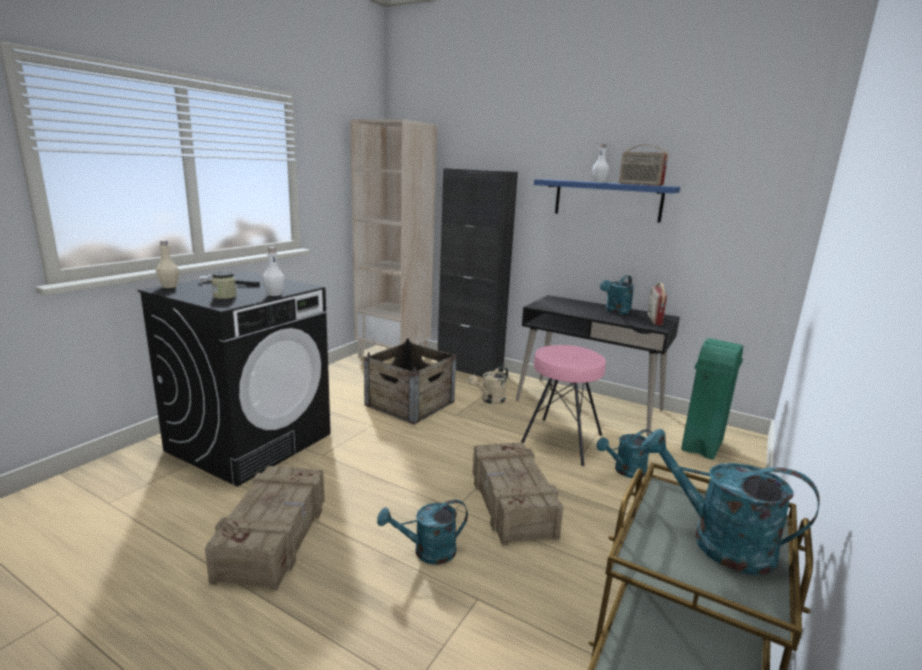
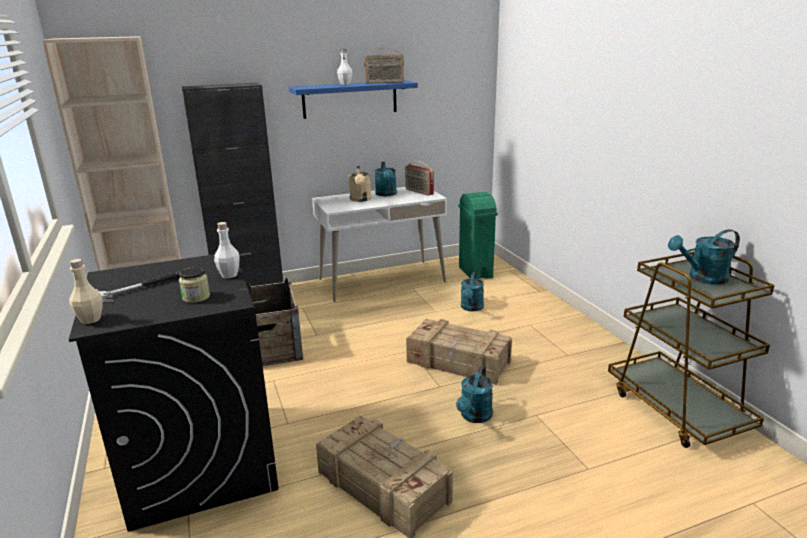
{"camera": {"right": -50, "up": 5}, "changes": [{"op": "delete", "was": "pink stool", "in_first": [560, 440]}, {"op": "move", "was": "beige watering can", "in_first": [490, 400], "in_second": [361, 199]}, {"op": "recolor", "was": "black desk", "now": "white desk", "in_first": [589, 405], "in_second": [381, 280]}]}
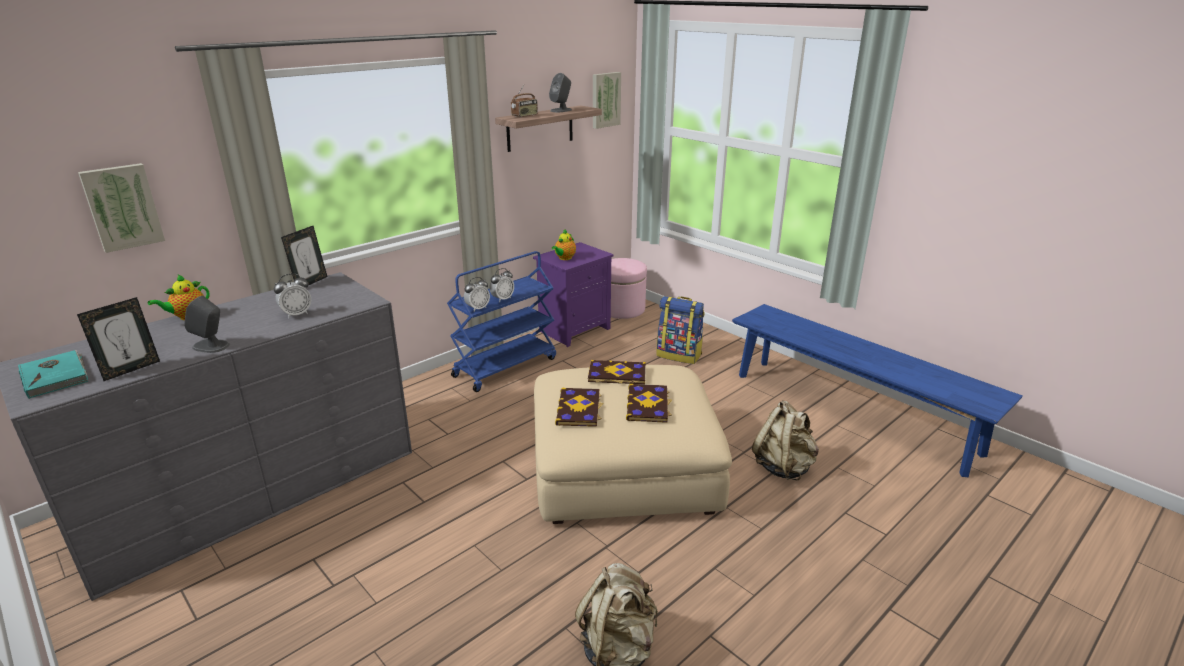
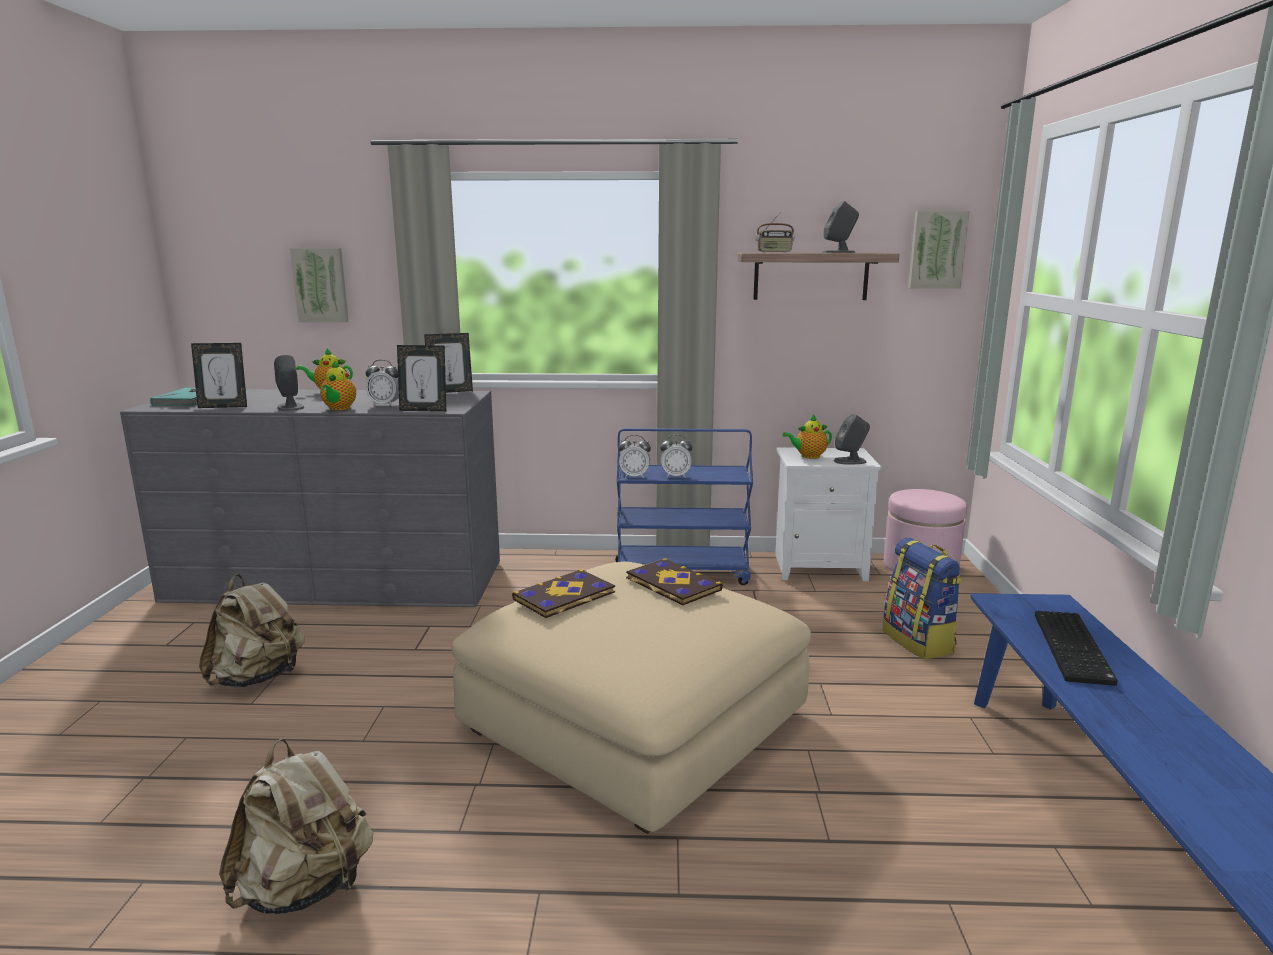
{"camera": {"right": 45, "up": -10}, "changes": [{"op": "delete", "was": "book", "in_first": [648, 405]}, {"op": "insert", "now": "teapot", "in_second": [339, 408]}, {"op": "insert", "now": "picture frame", "in_second": [424, 410]}, {"op": "insert", "now": "grey speaker", "in_second": [850, 461]}, {"op": "insert", "now": "keyboard", "in_second": [1075, 649]}, {"op": "move", "was": "beige backpack", "in_first": [783, 467], "in_second": [258, 678]}, {"op": "recolor", "was": "purple nightstand", "now": "white nightstand", "in_first": [574, 329], "in_second": [820, 567]}]}
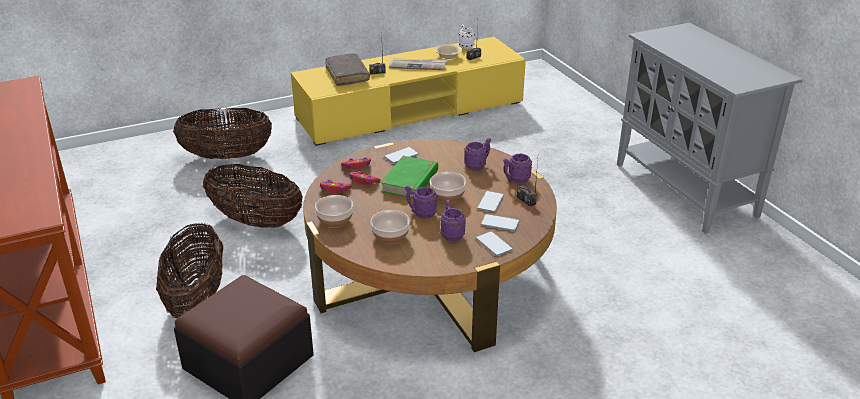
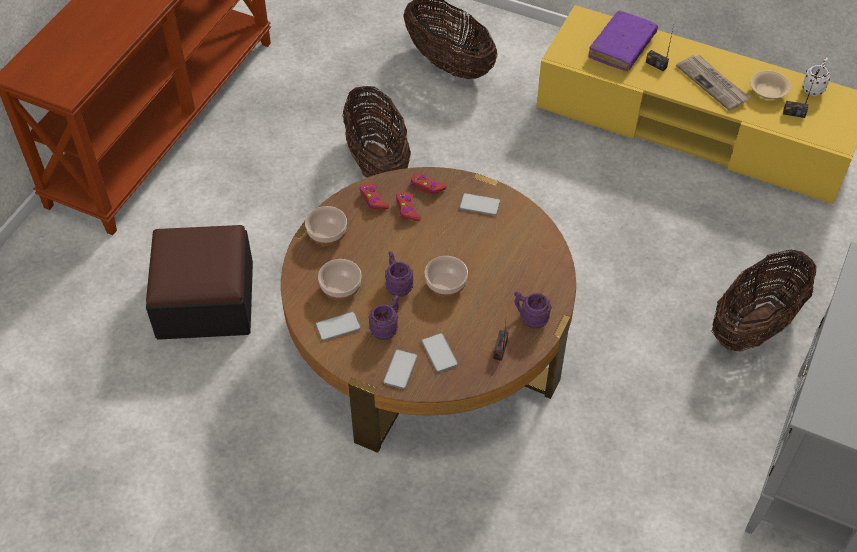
{"camera": {"right": 50, "up": 20}, "changes": [{"op": "delete", "was": "green book", "in_first": [410, 181]}, {"op": "delete", "was": "purple mug", "in_first": [478, 165]}, {"op": "move", "was": "basket", "in_first": [197, 299], "in_second": [755, 324]}, {"op": "move", "was": "phone", "in_first": [490, 202], "in_second": [338, 326]}, {"op": "recolor", "was": "brown book", "now": "purple book", "in_first": [347, 75], "in_second": [622, 47]}]}
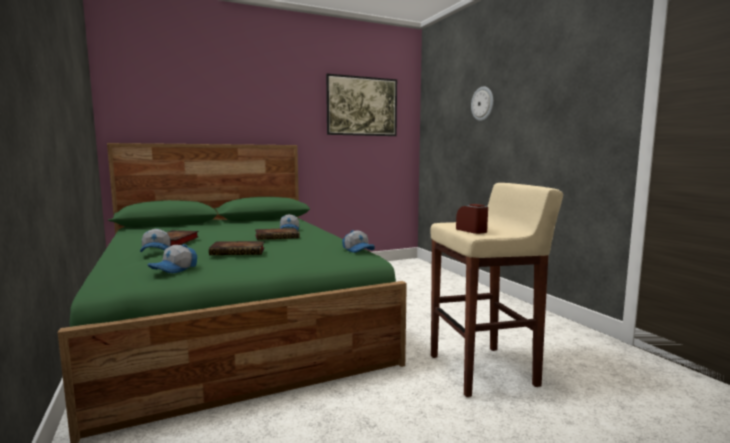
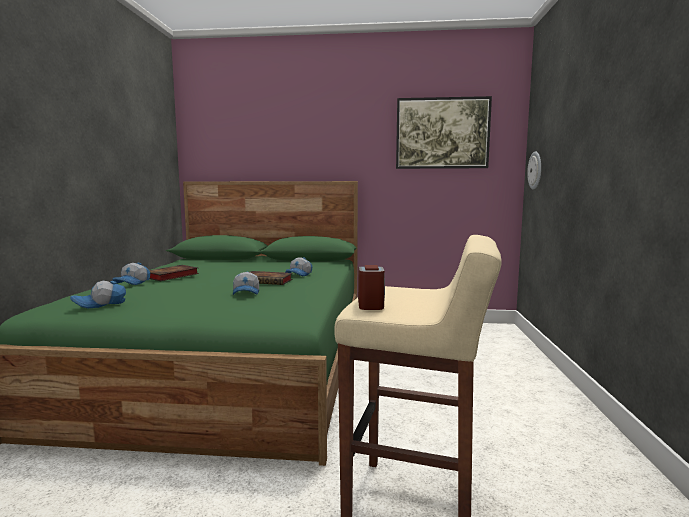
{"camera": {"right": 30, "up": 0}, "changes": [{"op": "delete", "was": "book", "in_first": [239, 252]}, {"op": "move", "was": "cap", "in_first": [358, 250], "in_second": [247, 293]}, {"op": "move", "was": "wall clock", "in_first": [482, 104], "in_second": [535, 170]}]}
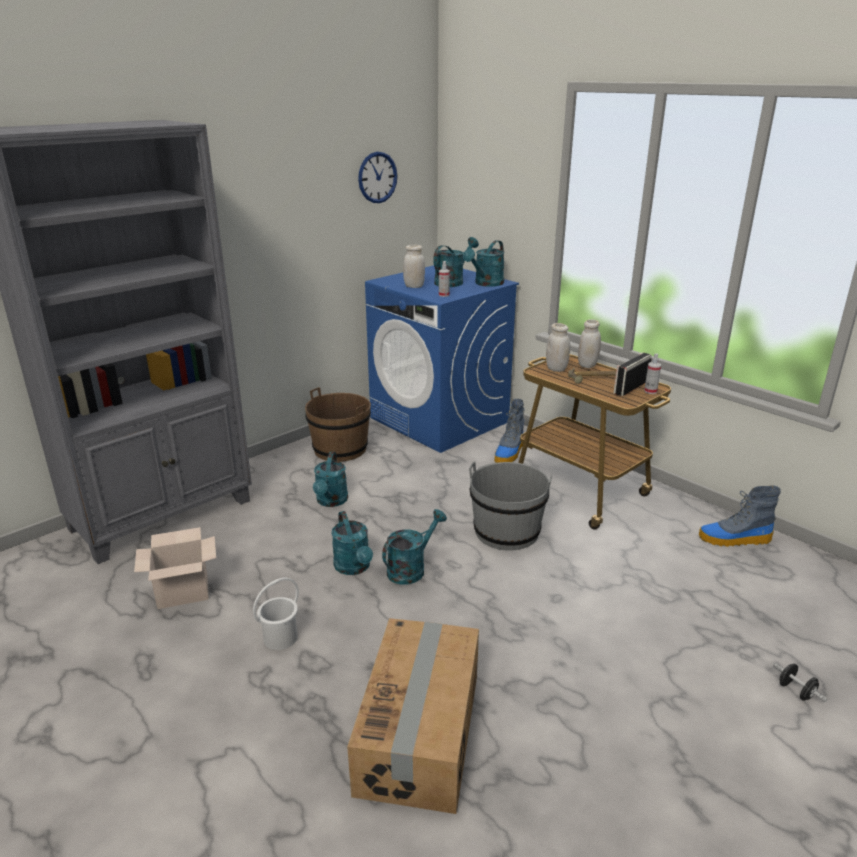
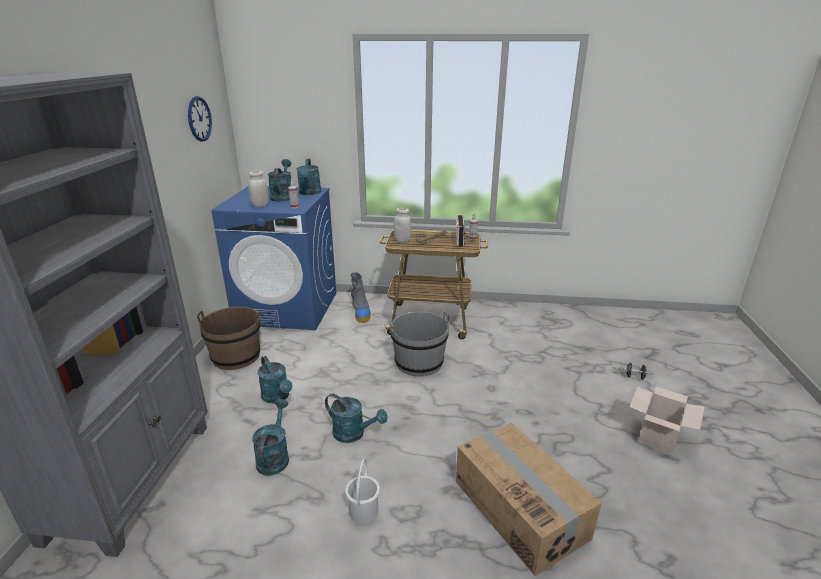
{"camera": {"right": -40, "up": 0}, "changes": [{"op": "delete", "was": "white jar", "in_first": [587, 365]}, {"op": "delete", "was": "boot", "in_first": [734, 539]}, {"op": "move", "was": "cardboard box", "in_first": [184, 591], "in_second": [657, 436]}, {"op": "move", "was": "turquoise watering can", "in_first": [411, 568], "in_second": [274, 456]}]}
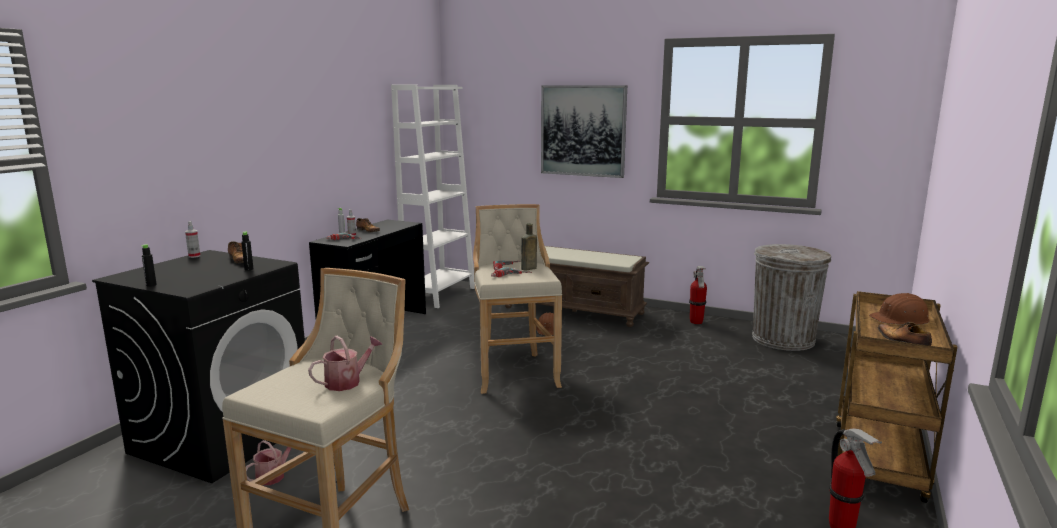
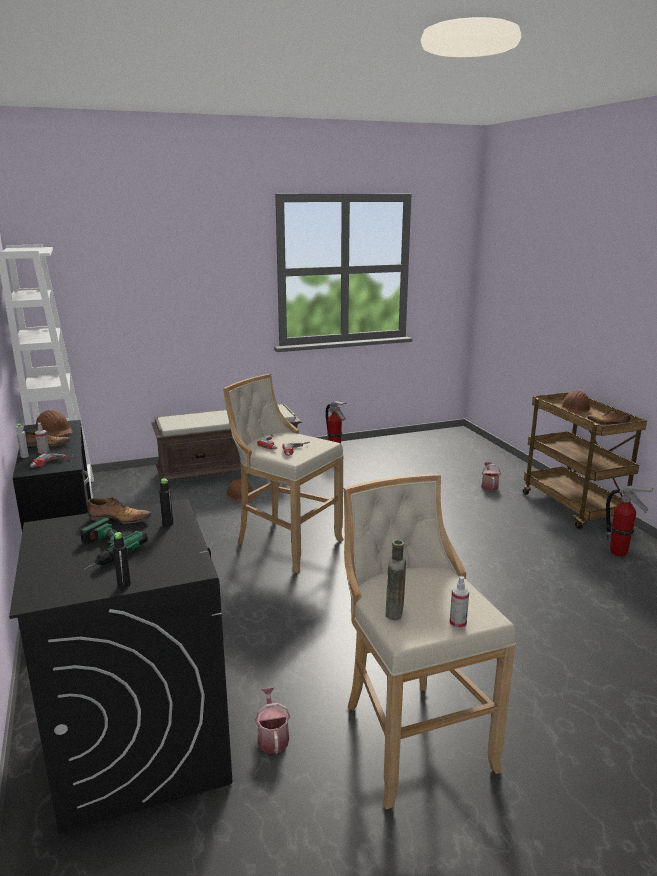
{"camera": {"right": -45, "up": 5}, "changes": [{"op": "delete", "was": "picture", "in_first": [583, 131]}, {"op": "delete", "was": "grey trash can", "in_first": [783, 339]}, {"op": "insert", "now": "brown hard hat", "in_second": [54, 431]}, {"op": "insert", "now": "power drill", "in_second": [99, 552]}, {"op": "move", "was": "spray bottle", "in_first": [194, 256], "in_second": [457, 623]}, {"op": "move", "was": "watering can", "in_first": [347, 382], "in_second": [489, 486]}, {"op": "move", "was": "brown bottle", "in_first": [527, 268], "in_second": [394, 613]}]}
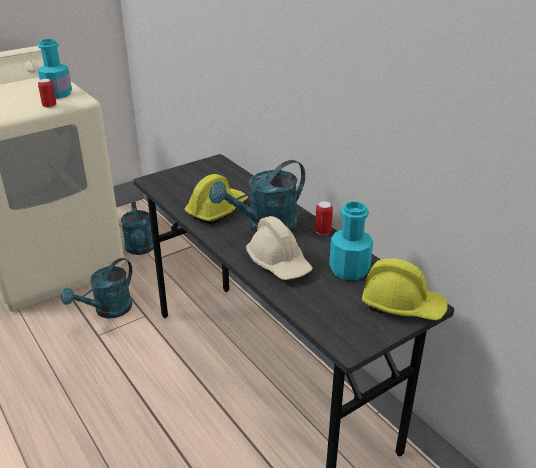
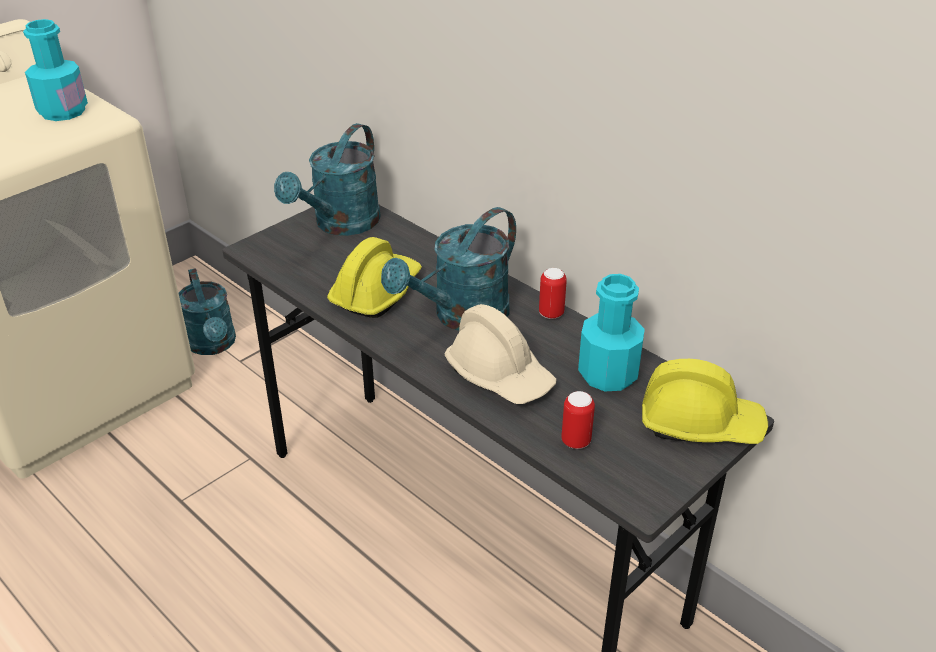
{"camera": {"right": -10, "up": 5}, "changes": [{"op": "move", "was": "can", "in_first": [49, 106], "in_second": [576, 441]}, {"op": "move", "was": "turquoise watering can", "in_first": [108, 311], "in_second": [340, 225]}]}
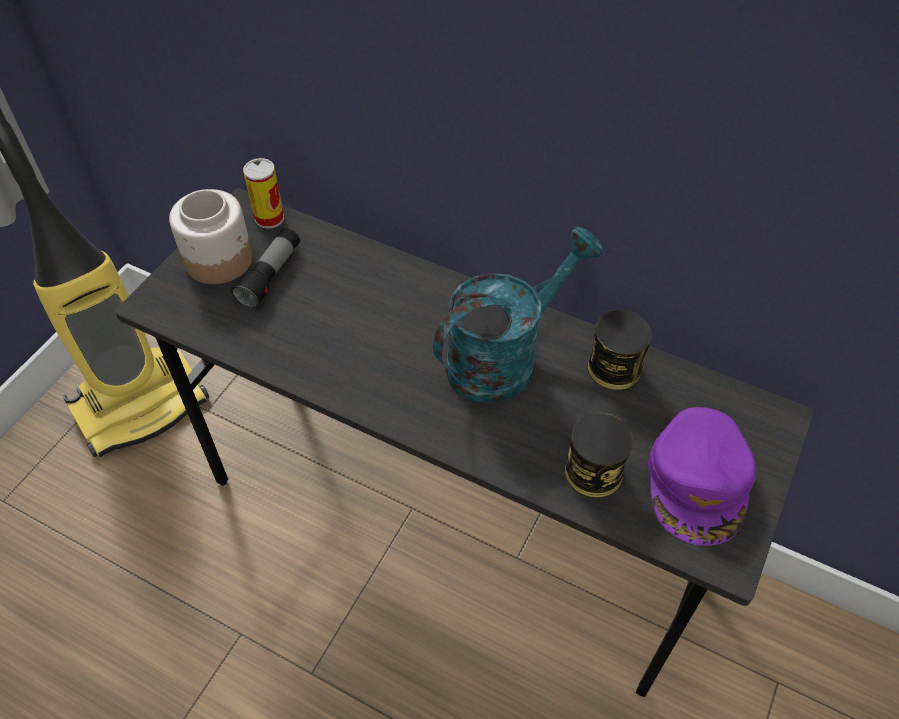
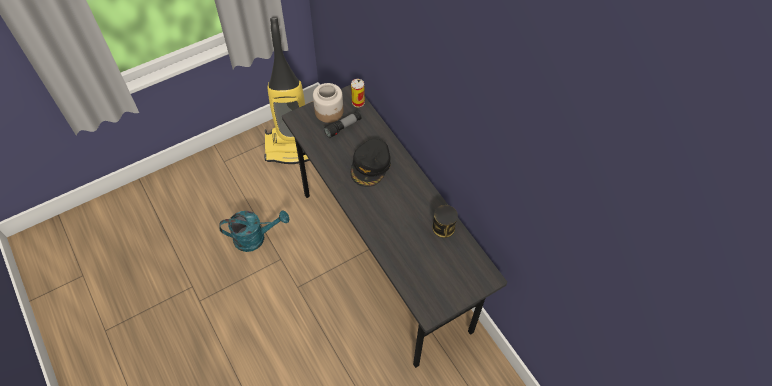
{"camera": {"right": 30, "up": 5}, "changes": [{"op": "delete", "was": "can", "in_first": [593, 472]}, {"op": "delete", "was": "purple cap", "in_first": [699, 482]}, {"op": "insert", "now": "black cap", "in_second": [371, 166]}, {"op": "move", "was": "turquoise watering can", "in_first": [504, 356], "in_second": [255, 237]}]}
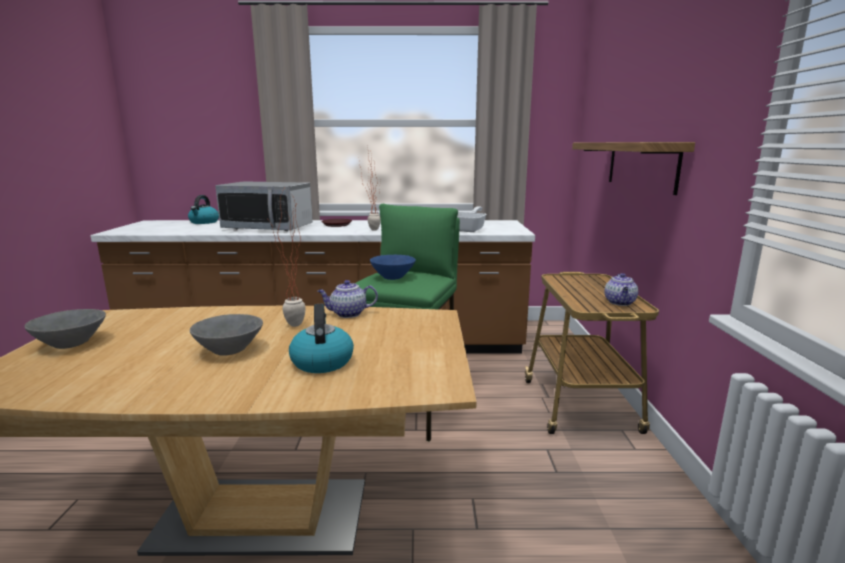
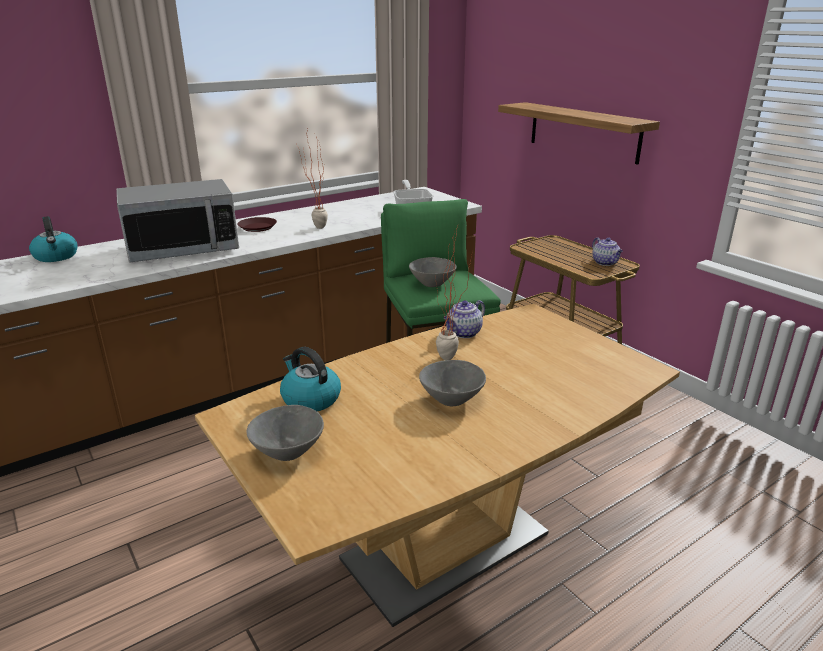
{"camera": {"right": -35, "up": 10}, "changes": [{"op": "move", "was": "kettle", "in_first": [322, 361], "in_second": [310, 399]}, {"op": "recolor", "was": "blue bowl", "now": "grey bowl", "in_first": [393, 277], "in_second": [433, 283]}]}
